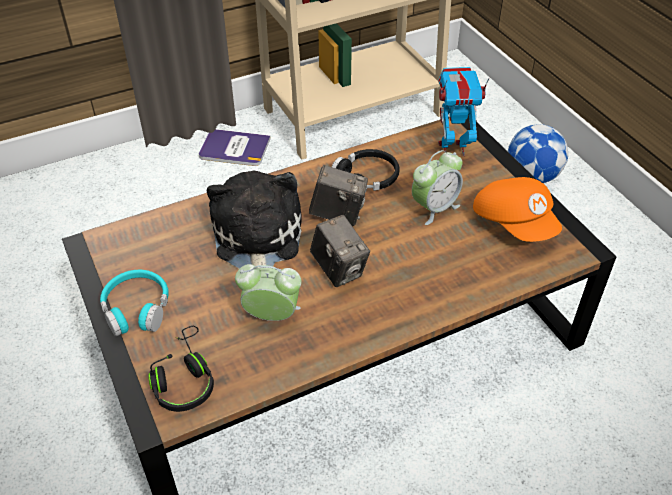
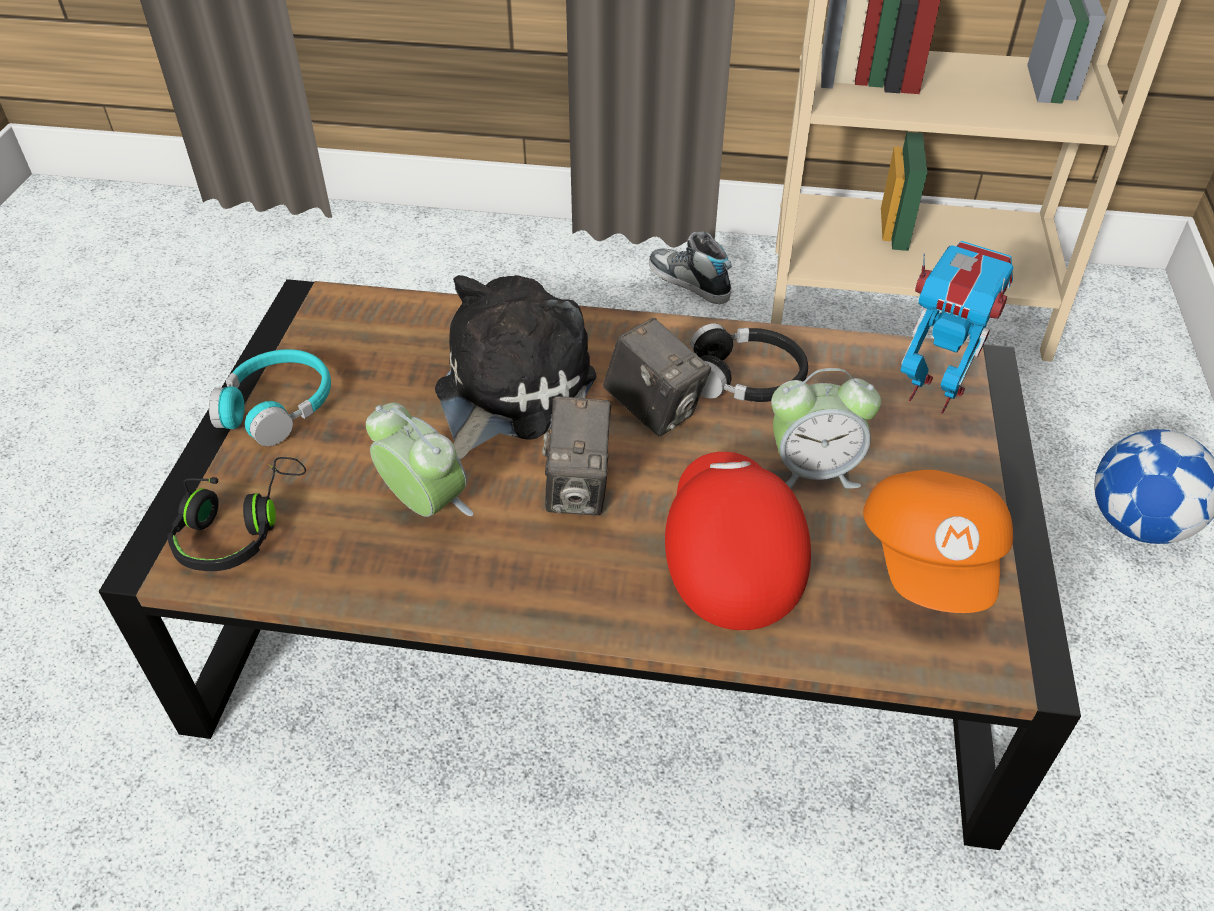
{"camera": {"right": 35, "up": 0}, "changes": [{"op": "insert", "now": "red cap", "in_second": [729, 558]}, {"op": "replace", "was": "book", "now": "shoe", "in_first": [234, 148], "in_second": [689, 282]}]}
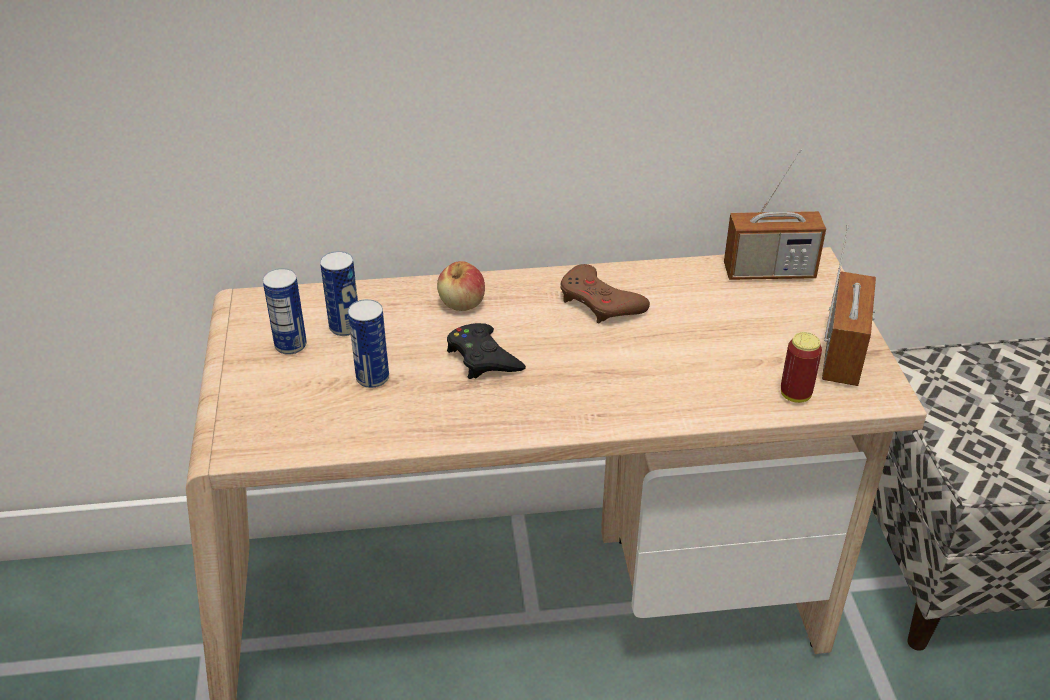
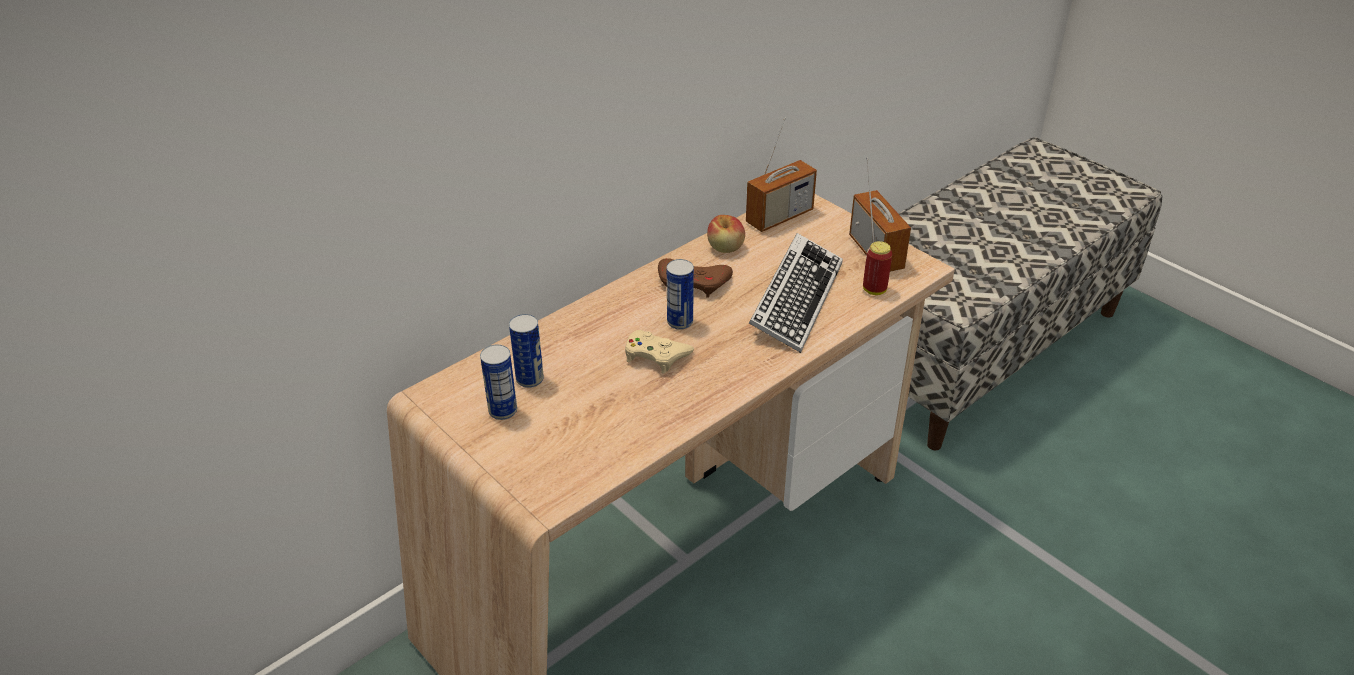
{"camera": {"right": -35, "up": 0}, "changes": [{"op": "insert", "now": "keyboard", "in_second": [796, 299]}, {"op": "move", "was": "can", "in_first": [372, 378], "in_second": [680, 322]}, {"op": "move", "was": "apple", "in_first": [462, 303], "in_second": [725, 247]}, {"op": "recolor", "was": "black game controller", "now": "beige game controller", "in_first": [483, 358], "in_second": [655, 355]}]}
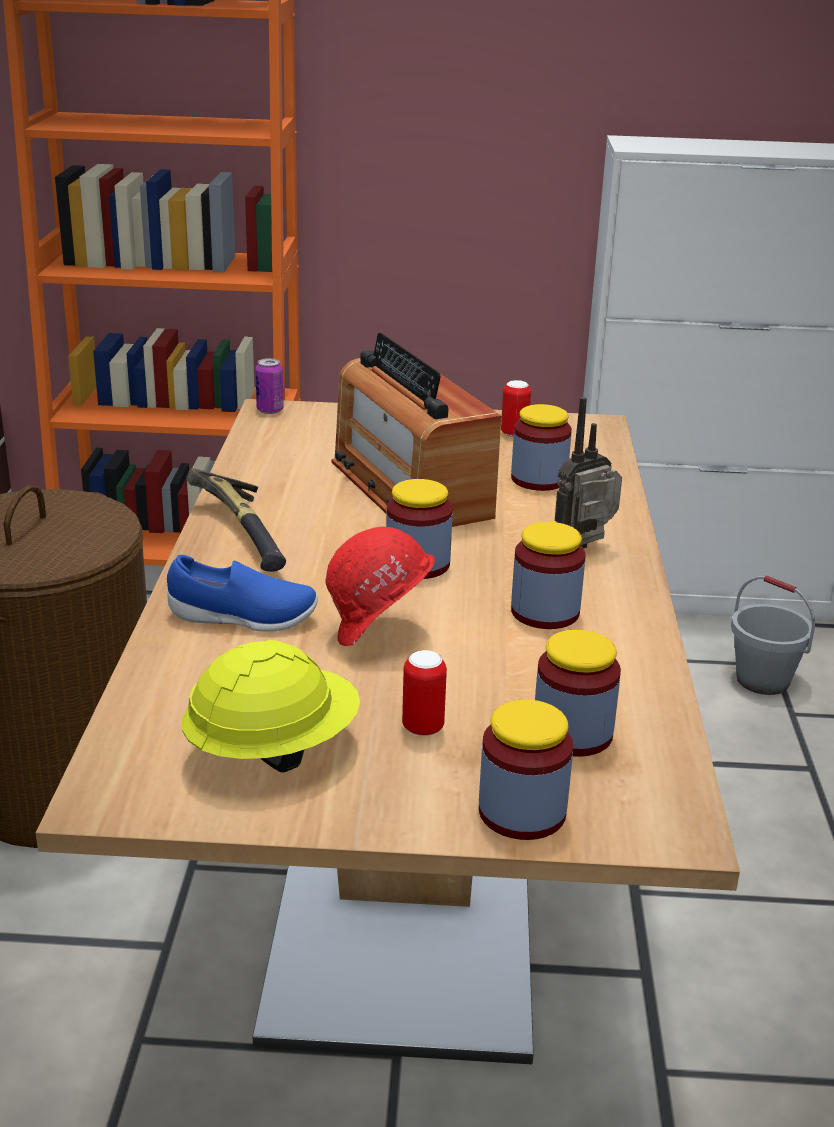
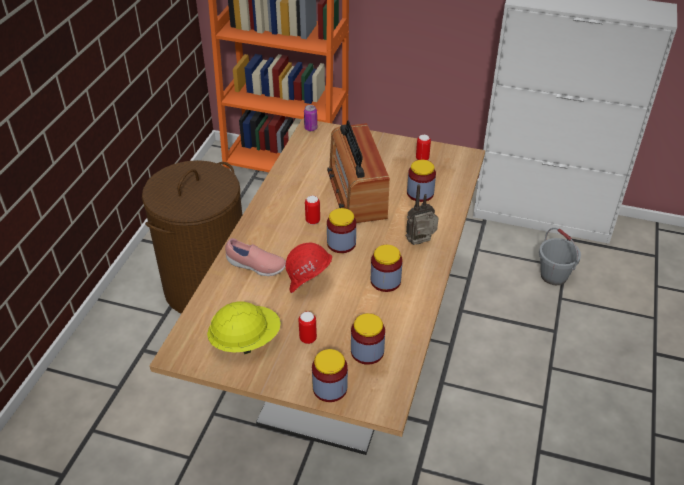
{"camera": {"right": 15, "up": 15}, "changes": [{"op": "delete", "was": "hammer", "in_first": [248, 534]}, {"op": "insert", "now": "can", "in_second": [312, 221]}, {"op": "recolor", "was": "blue shoe", "now": "pink shoe", "in_first": [243, 619], "in_second": [256, 266]}]}
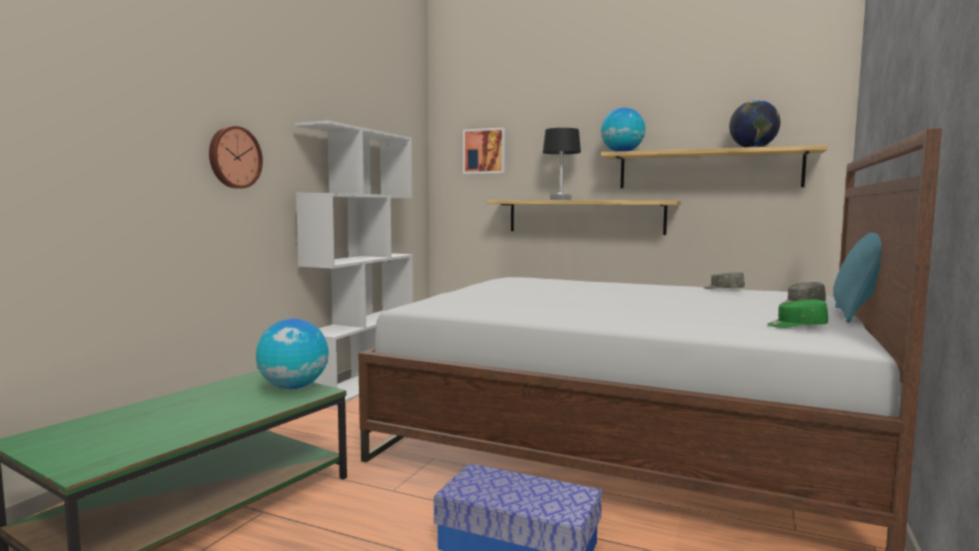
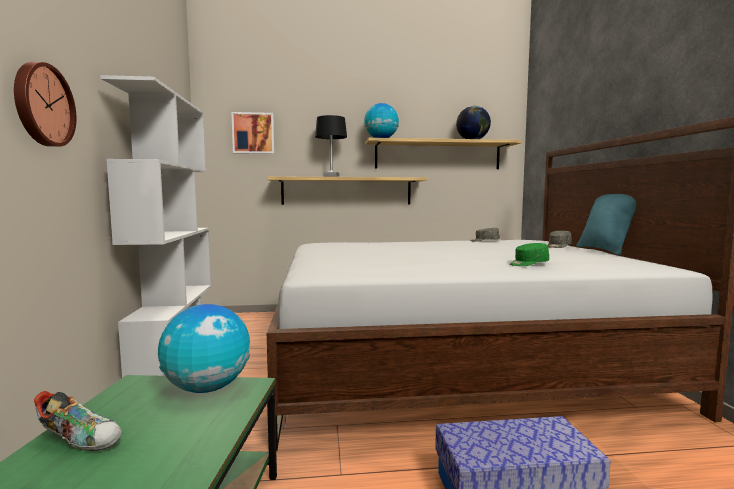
{"camera": {"right": -30, "up": 0}, "changes": [{"op": "insert", "now": "shoe", "in_second": [81, 440]}, {"op": "move", "was": "green cap", "in_first": [796, 326], "in_second": [528, 264]}]}
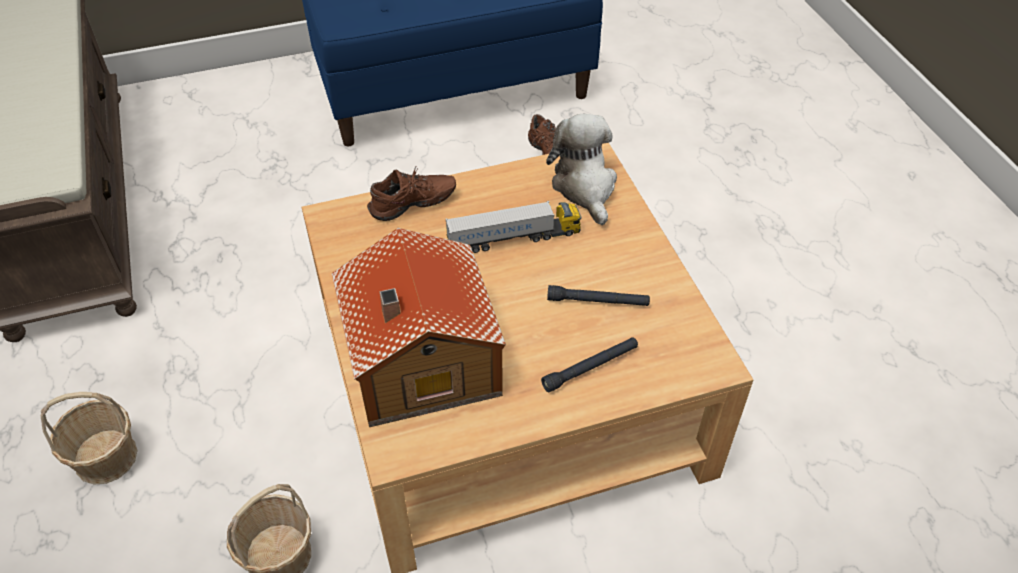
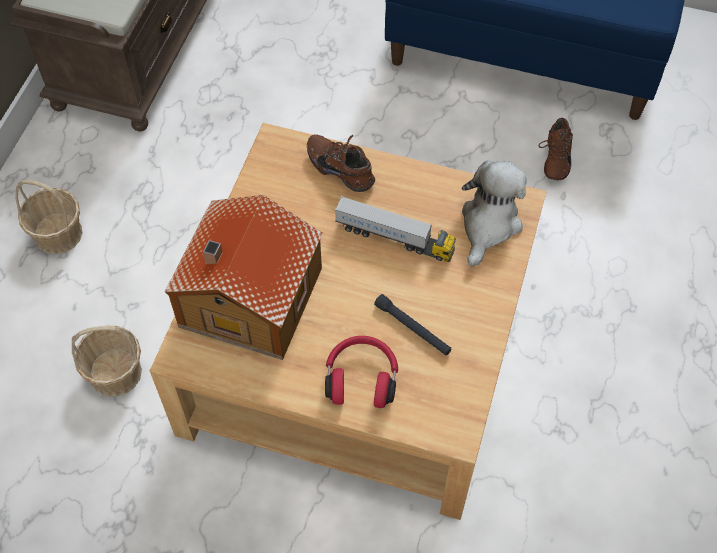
{"camera": {"right": 35, "up": 10}, "changes": [{"op": "replace", "was": "black flashlight", "now": "red headphones", "in_first": [590, 368], "in_second": [361, 377]}, {"op": "rotate", "was": "brown shoe", "in_first": [413, 206], "in_second": [342, 168], "clockwise": -150}]}
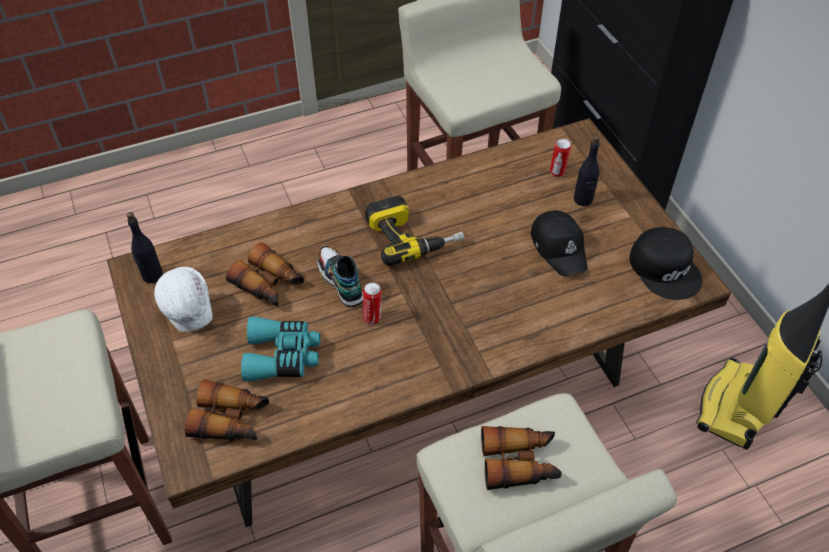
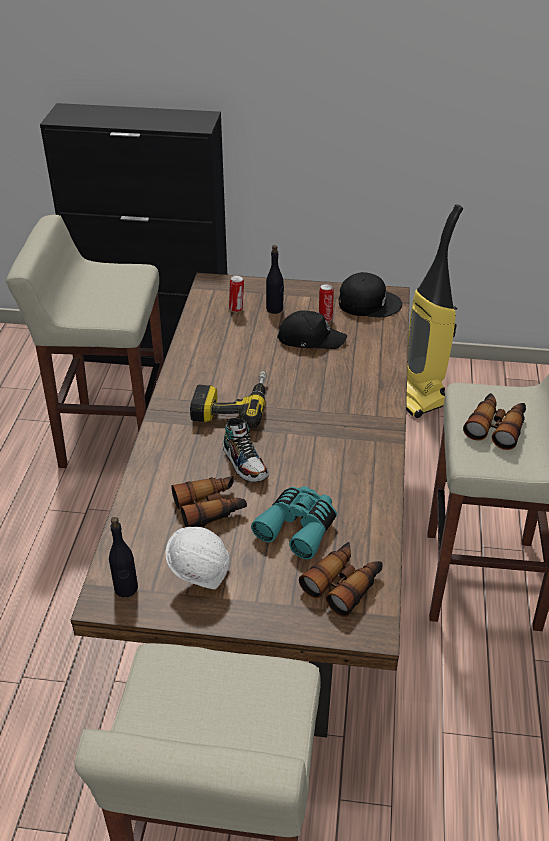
{"camera": {"right": -60, "up": -10}, "changes": [{"op": "move", "was": "can", "in_first": [372, 317], "in_second": [325, 318]}, {"op": "rotate", "was": "shoe", "in_first": [340, 281], "in_second": [245, 463], "clockwise": -120}]}
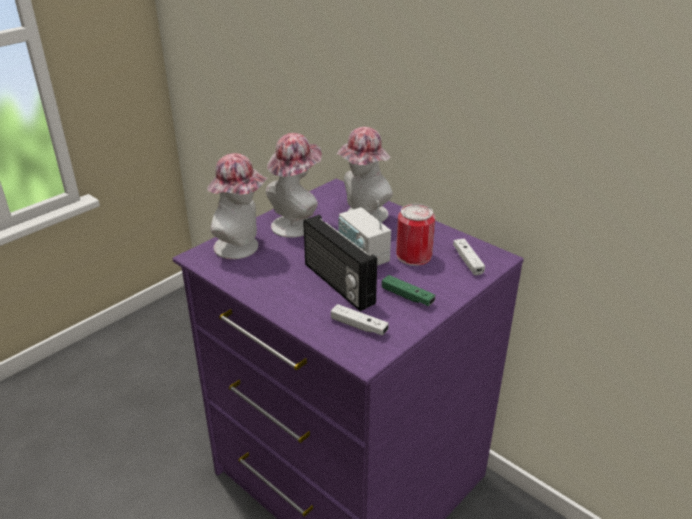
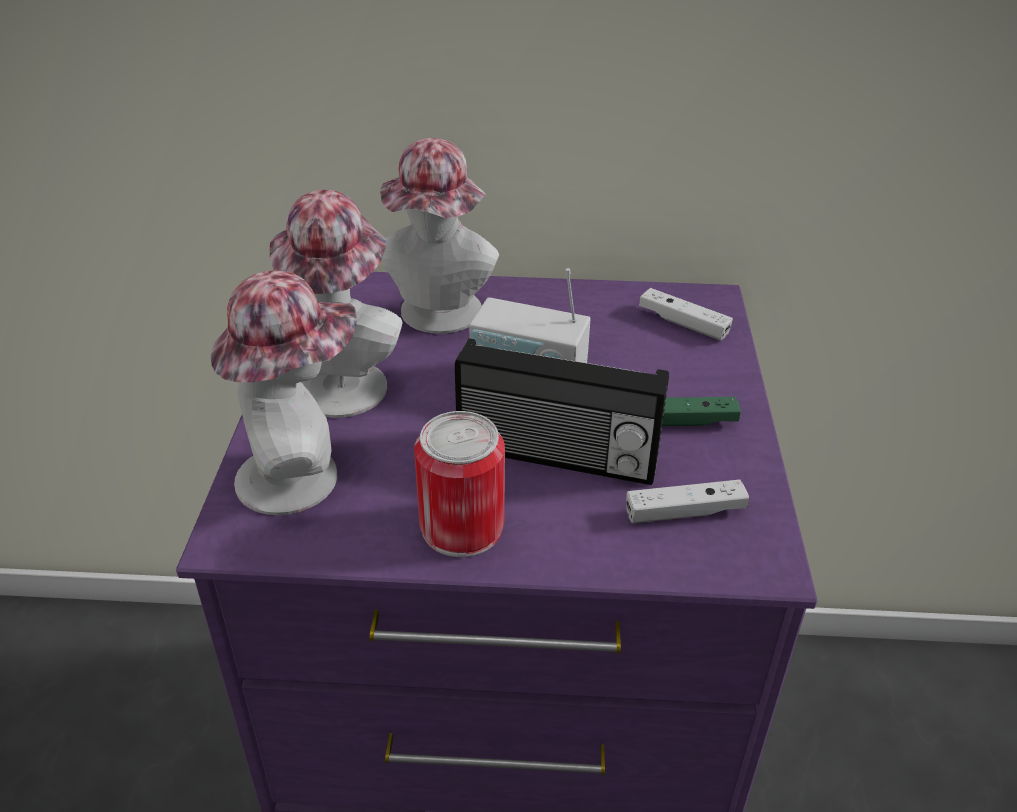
{"camera": {"right": -40, "up": 5}, "changes": [{"op": "move", "was": "can", "in_first": [413, 256], "in_second": [462, 527]}]}
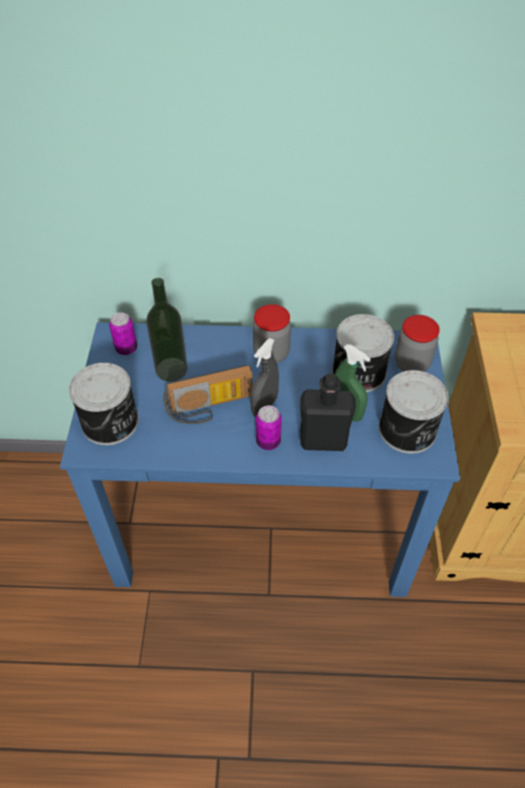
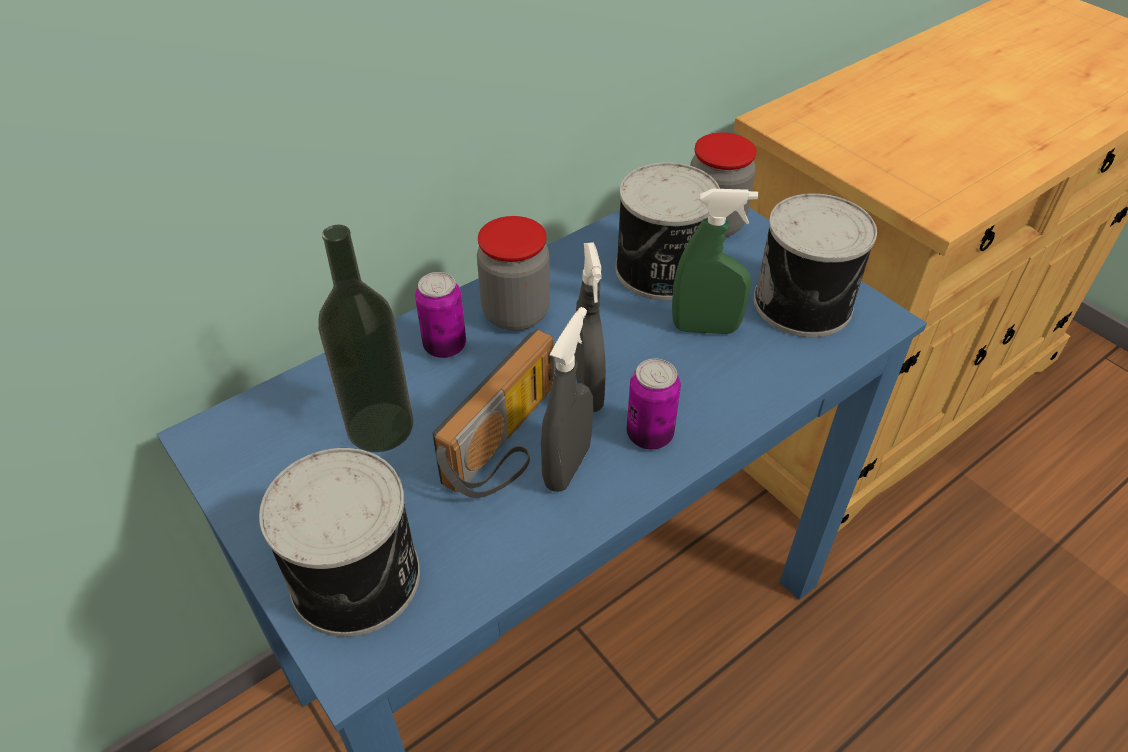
{"camera": {"right": -40, "up": -5}, "changes": [{"op": "delete", "was": "black bottle", "in_first": [323, 440]}, {"op": "insert", "now": "grey spray bottle", "in_second": [567, 466]}, {"op": "move", "was": "can", "in_first": [126, 348], "in_second": [445, 346]}]}
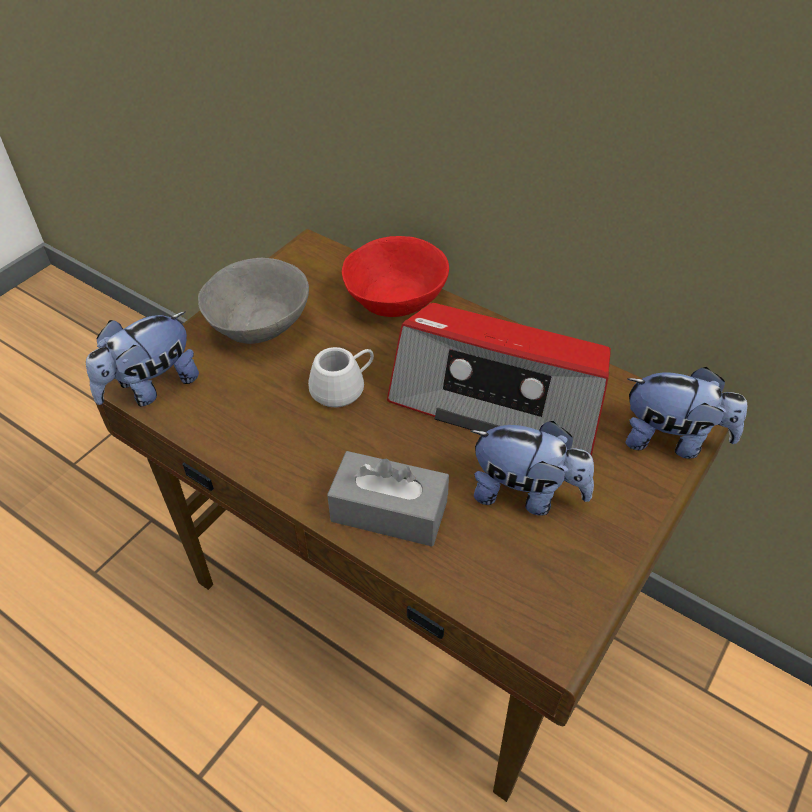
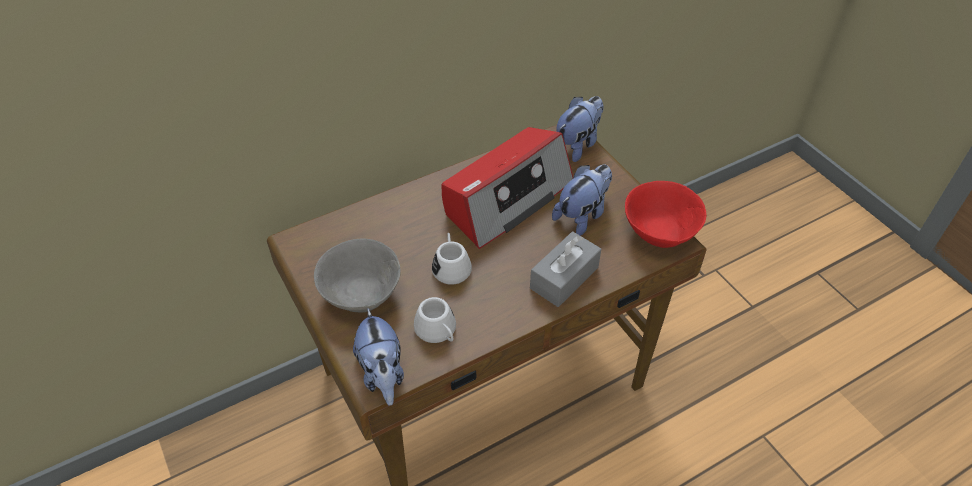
{"camera": {"right": -65, "up": 0}, "changes": [{"op": "insert", "now": "white mug", "in_second": [438, 331]}, {"op": "move", "was": "red bowl", "in_first": [396, 301], "in_second": [658, 231]}]}
